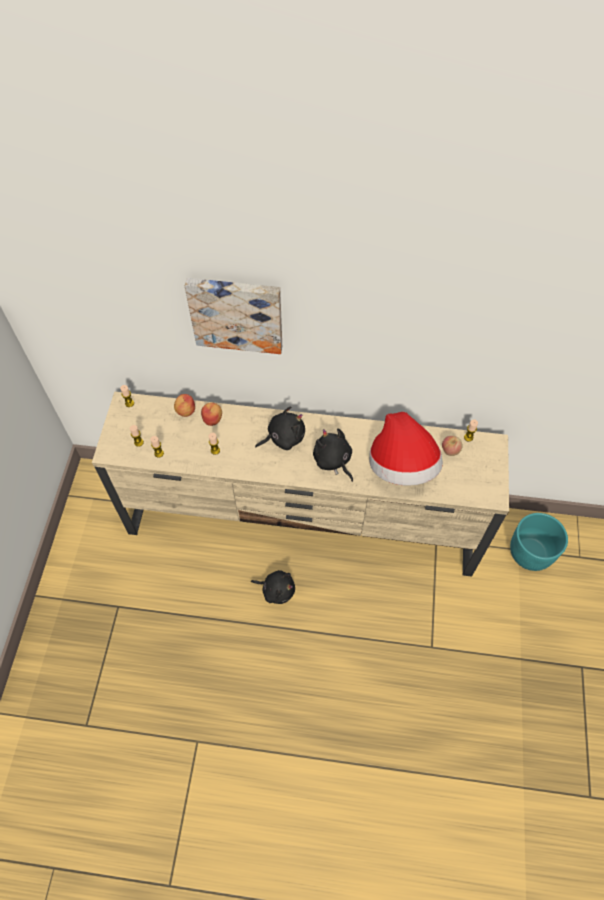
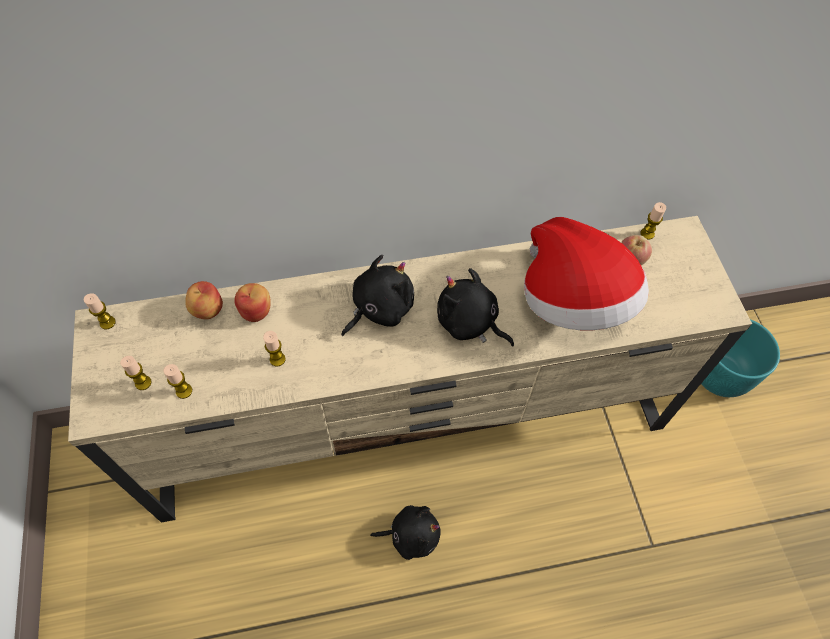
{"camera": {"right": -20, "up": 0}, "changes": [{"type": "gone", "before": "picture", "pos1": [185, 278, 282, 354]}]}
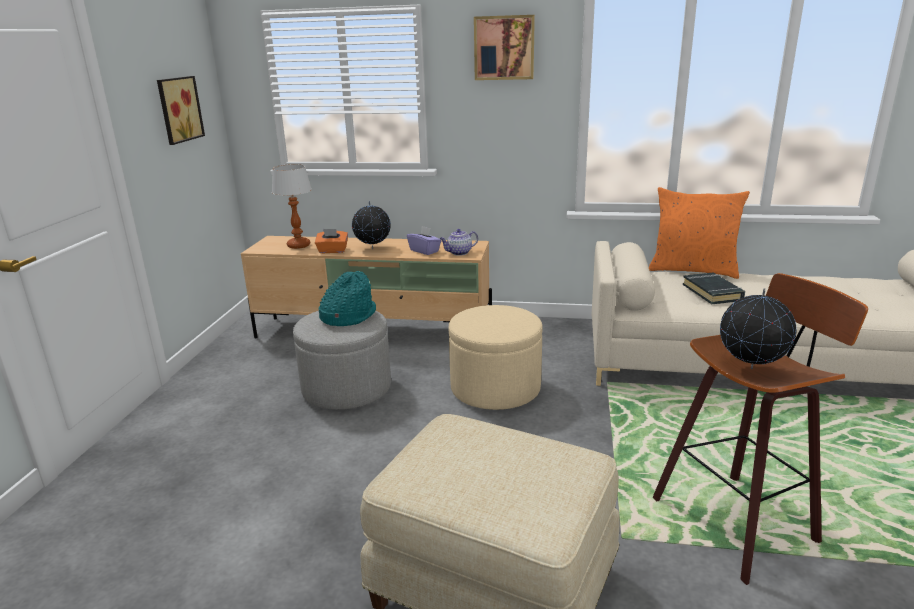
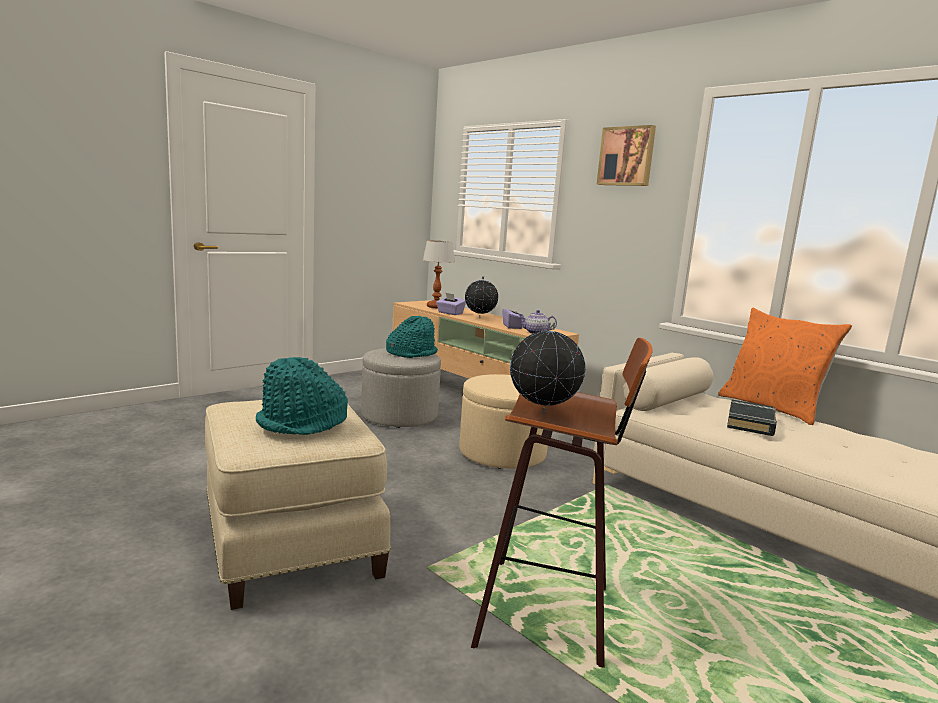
{"camera": {"right": 35, "up": -10}, "changes": [{"type": "gone", "before": "picture", "pos1": [157, 76, 205, 145]}, {"type": "repainted", "before": "orange box of tissues", "after": "purplish box of tissues", "pos1": [315, 229, 348, 253], "pos2": [436, 292, 466, 315]}, {"type": "new", "after": "blue-green hat", "pos2": [256, 357, 348, 435]}]}
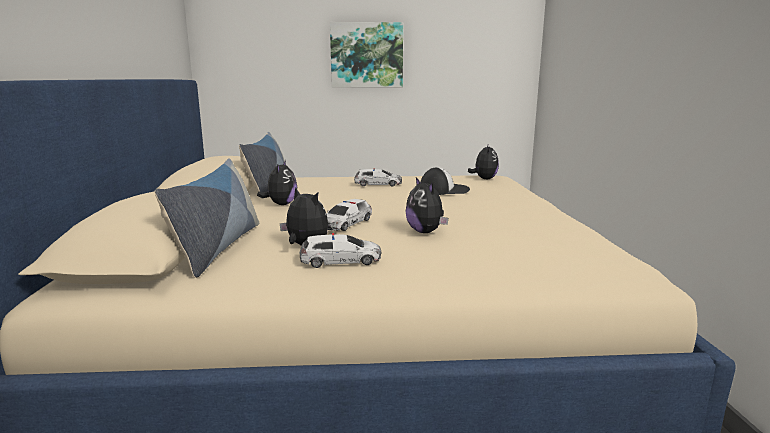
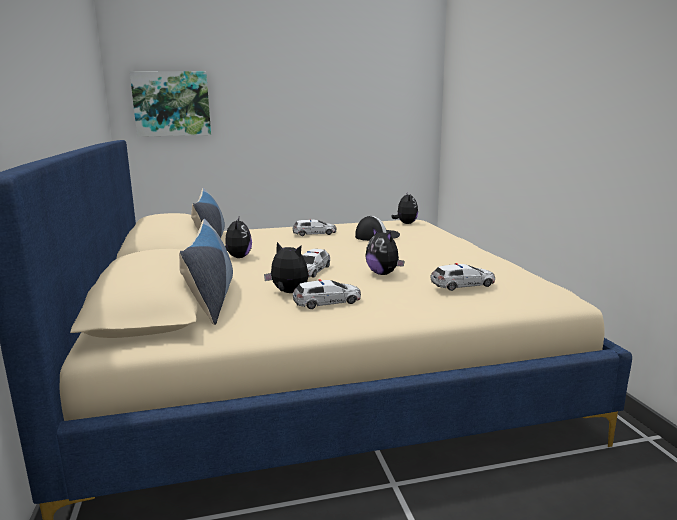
{"camera": {"right": -10, "up": 0}, "changes": [{"type": "shifted", "before": "picture", "pos1": [330, 22, 403, 87], "pos2": [130, 71, 211, 137]}, {"type": "new", "after": "miniature car", "pos2": [431, 263, 495, 291]}]}
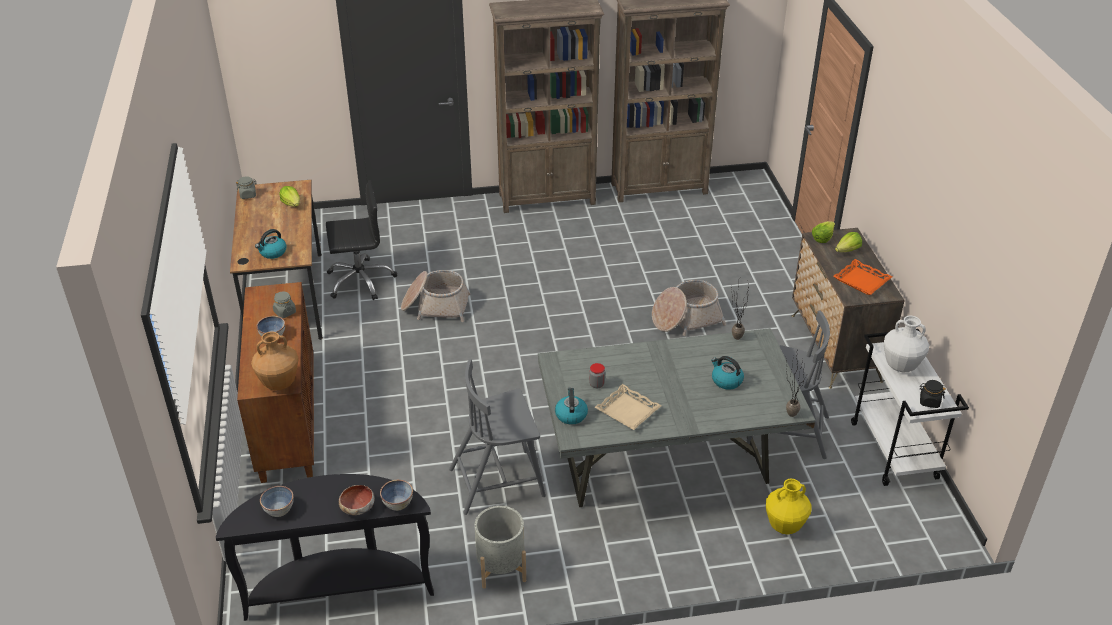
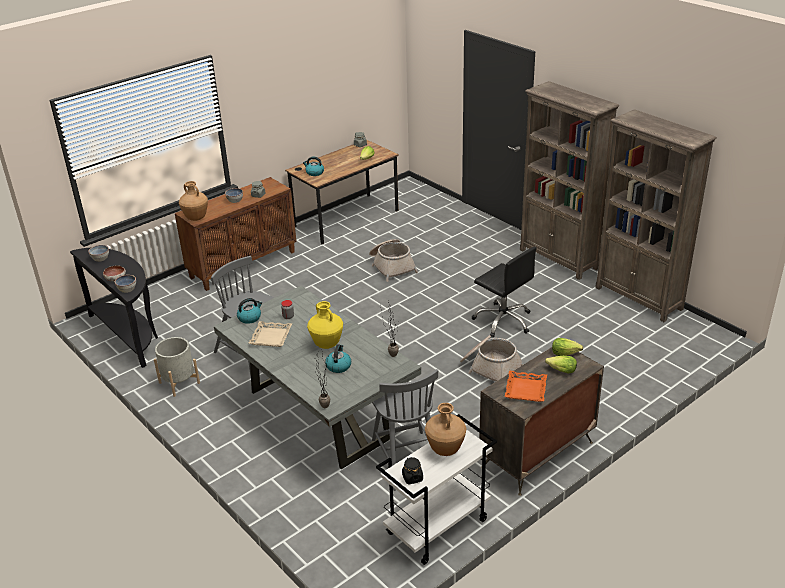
{"camera": {"right": 60, "up": -5}, "changes": [{"type": "shifted", "before": "blackish office chair", "pos1": [326, 180, 397, 300], "pos2": [472, 247, 536, 338]}, {"type": "repainted", "before": "white flower vase", "after": "brown flower vase", "pos1": [884, 316, 930, 372], "pos2": [425, 403, 466, 456]}, {"type": "shifted", "before": "yellow flower vase", "pos1": [766, 479, 811, 535], "pos2": [307, 301, 343, 349]}]}
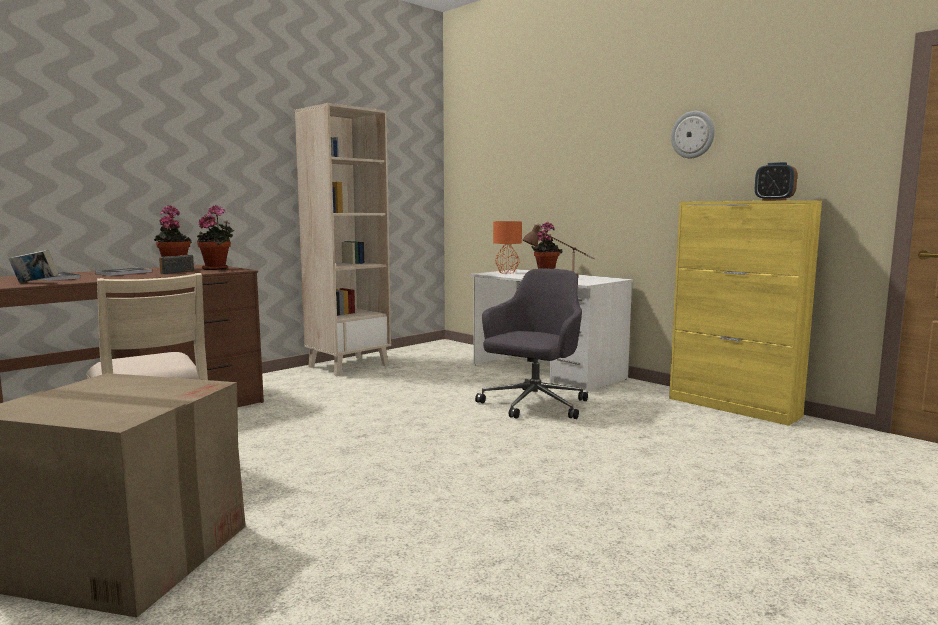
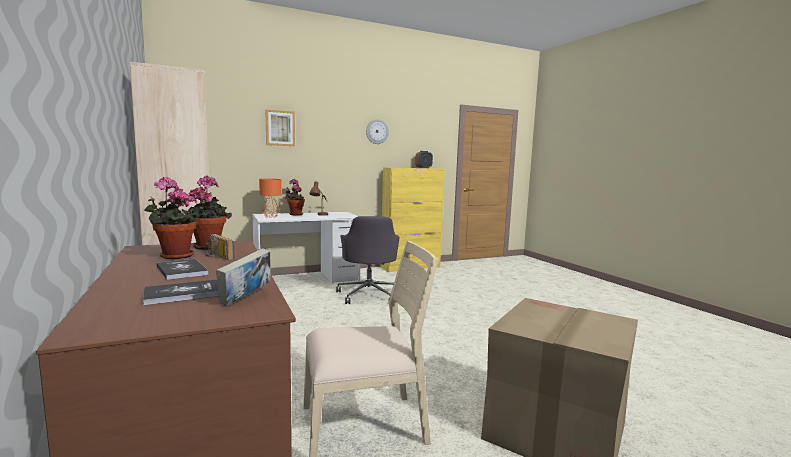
{"camera": {"right": -70, "up": 0}, "changes": [{"type": "rotated", "before": "greyish office chair", "pos1": [475, 269, 588, 419], "pos2": [336, 216, 400, 304], "turn": -150}, {"type": "new", "after": "picture", "pos2": [265, 110, 295, 146]}]}
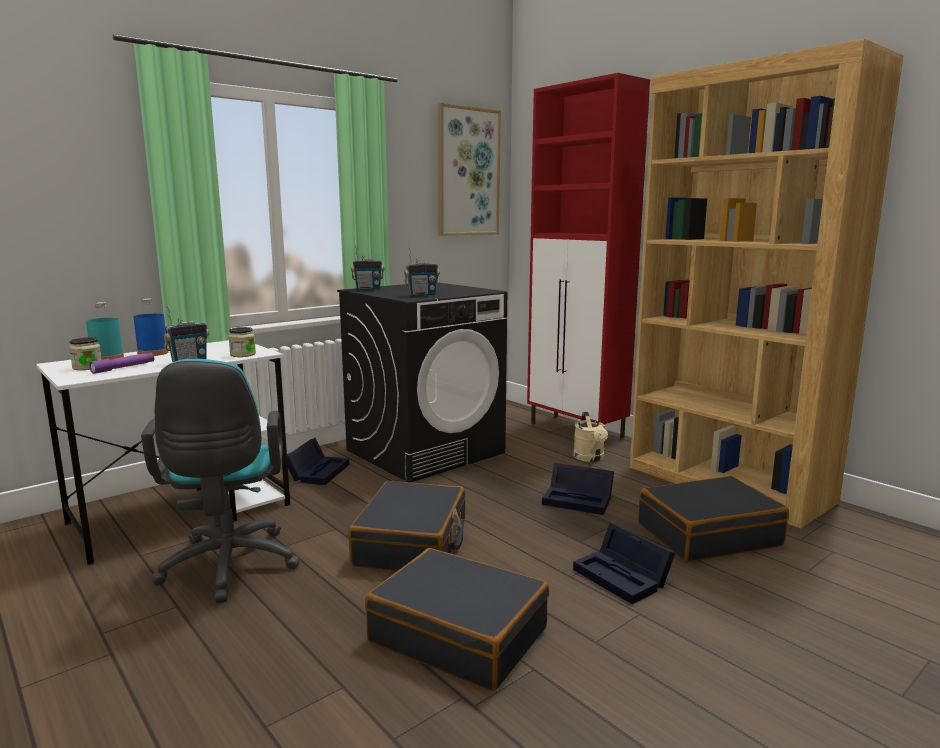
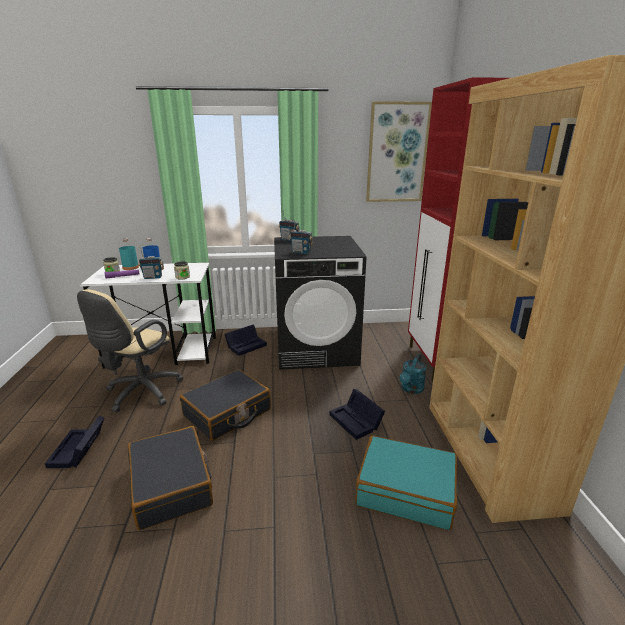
{"camera": {"right": 35, "up": 10}, "changes": [{"type": "repainted", "before": "blue-green office chair", "after": "beige-coloured office chair", "pos1": [141, 359, 300, 603], "pos2": [77, 289, 183, 412]}, {"type": "repainted", "before": "beige-coloured watering pot", "after": "blue-green watering pot", "pos1": [573, 412, 608, 462], "pos2": [399, 354, 426, 394]}, {"type": "repainted", "before": "blackish travel case", "after": "blue-green travel case", "pos1": [638, 476, 789, 562], "pos2": [355, 436, 457, 530]}, {"type": "shifted", "before": "blackish storage bin", "pos1": [573, 523, 675, 604], "pos2": [45, 416, 105, 468]}]}
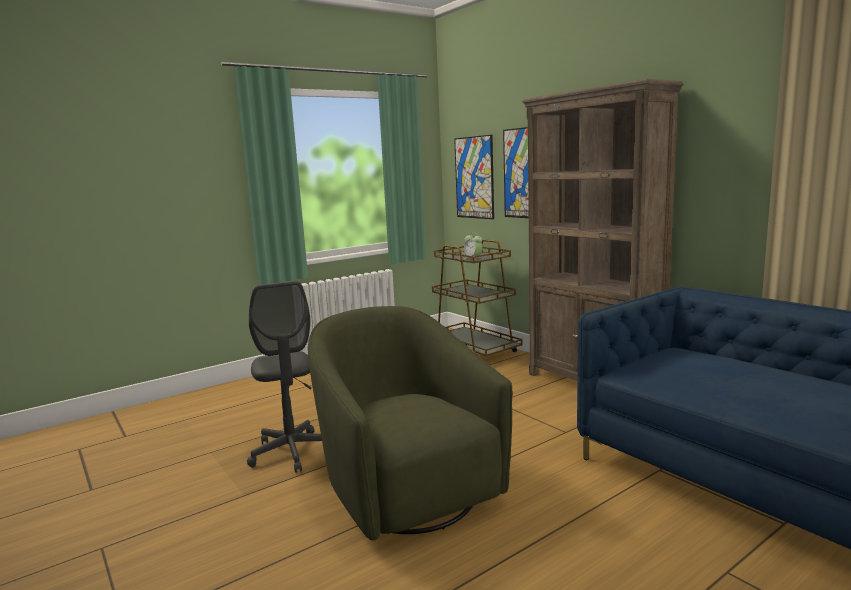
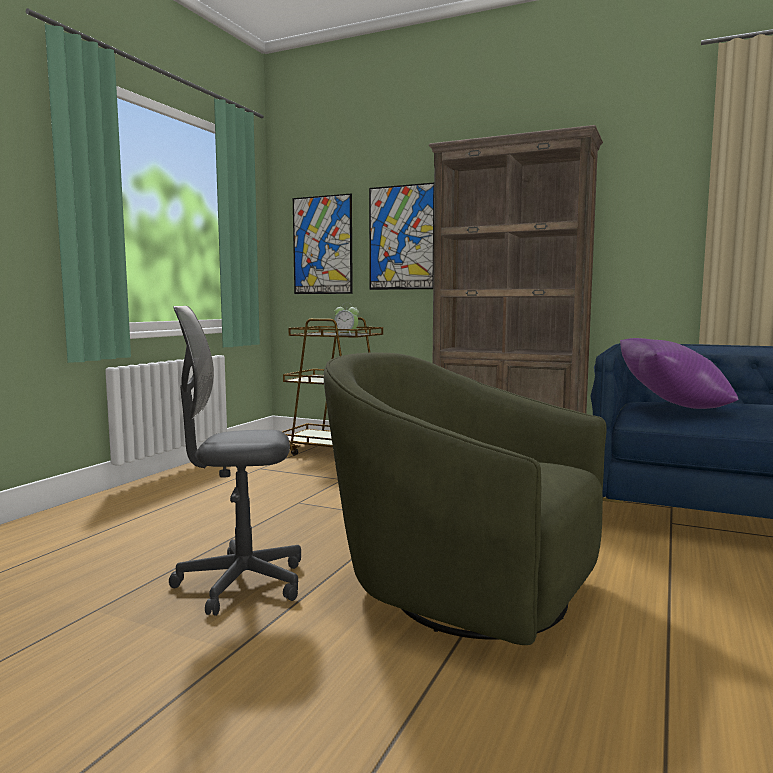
{"camera": {"right": -30, "up": -5}, "changes": [{"type": "rotated", "before": "greyish office chair", "pos1": [247, 281, 322, 473], "pos2": [169, 306, 301, 616], "turn": 135}, {"type": "new", "after": "purplish cushion", "pos2": [620, 338, 738, 409]}]}
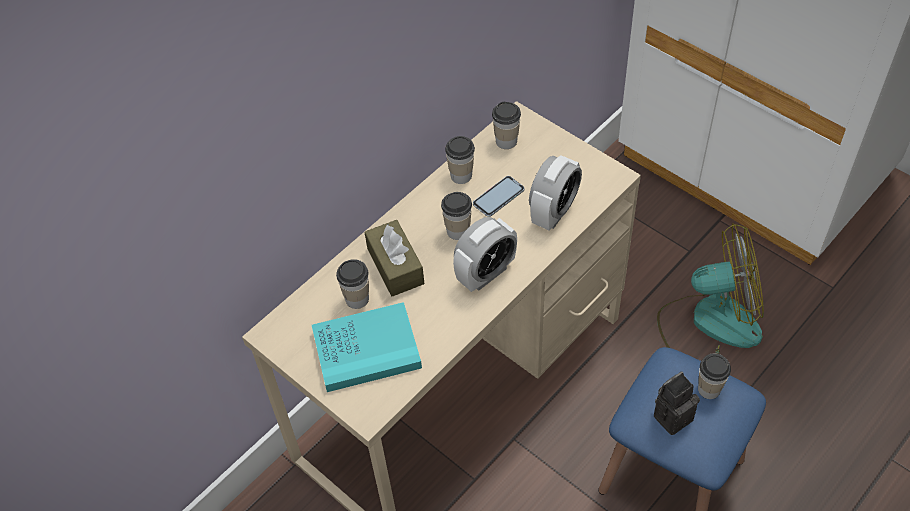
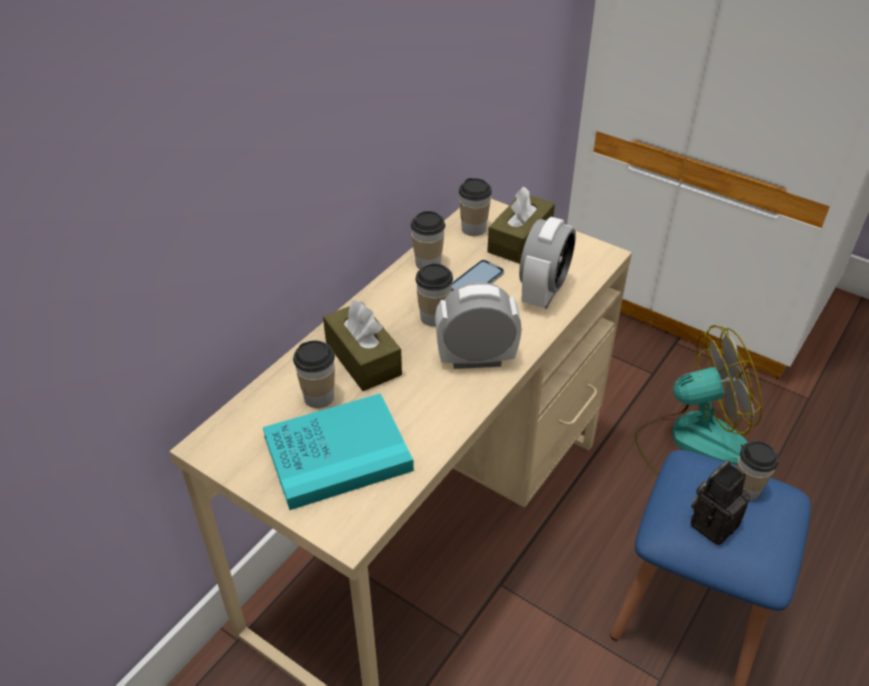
{"camera": {"right": -10, "up": -10}, "changes": [{"type": "rotated", "before": "table clock", "pos1": [453, 217, 517, 292], "pos2": [435, 282, 522, 369], "turn": -135}, {"type": "new", "after": "brown box of tissues", "pos2": [487, 187, 555, 264]}]}
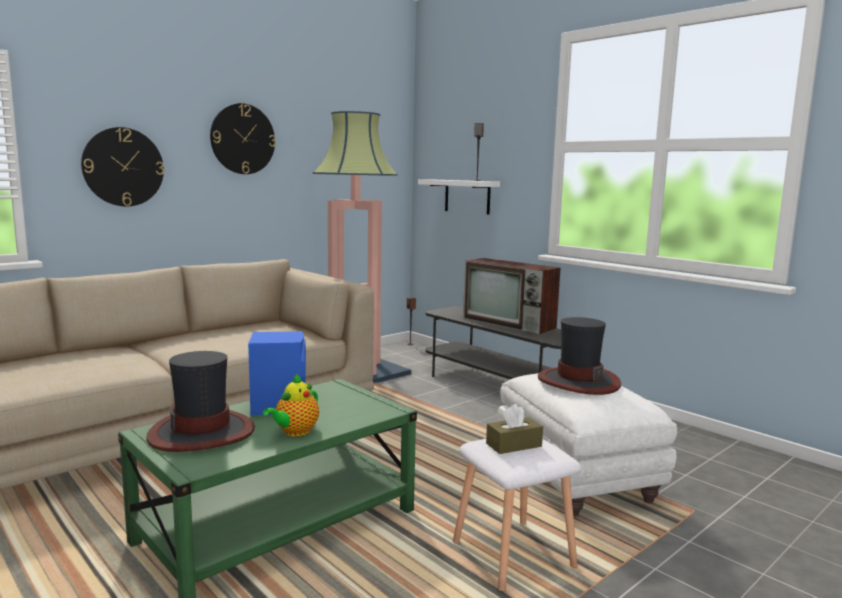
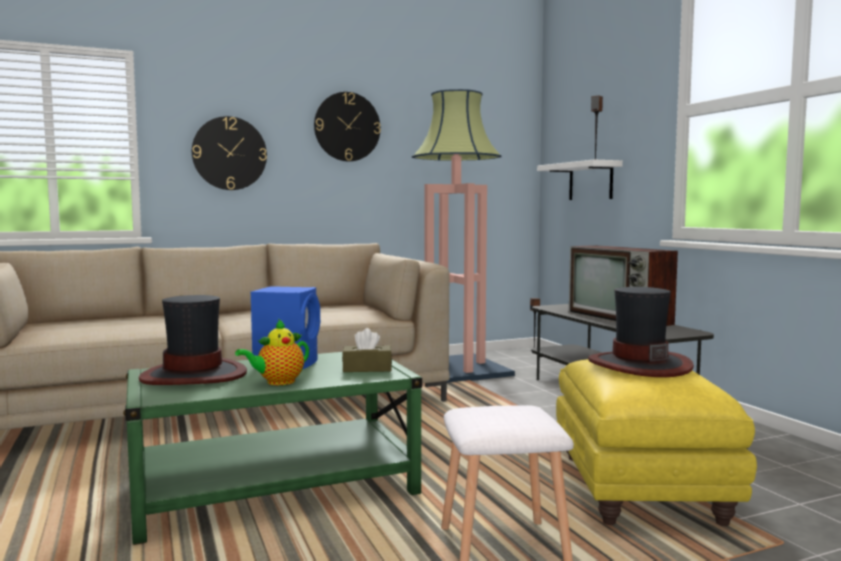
{"camera": {"right": 20, "up": -5}, "changes": [{"type": "repainted", "before": "white pouffe", "after": "yellow pouffe", "pos1": [497, 373, 677, 516], "pos2": [556, 359, 757, 526]}, {"type": "shifted", "before": "brown box of tissues", "pos1": [486, 404, 543, 454], "pos2": [342, 328, 392, 372]}]}
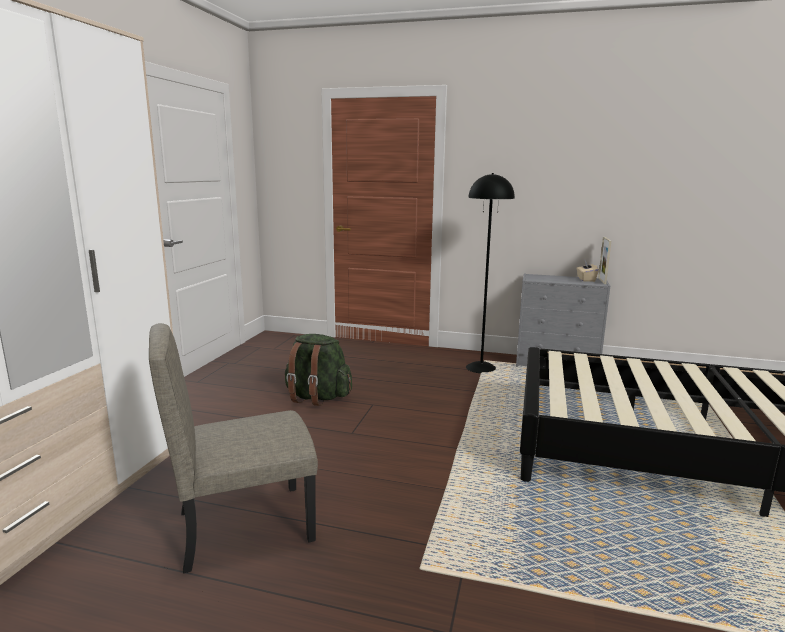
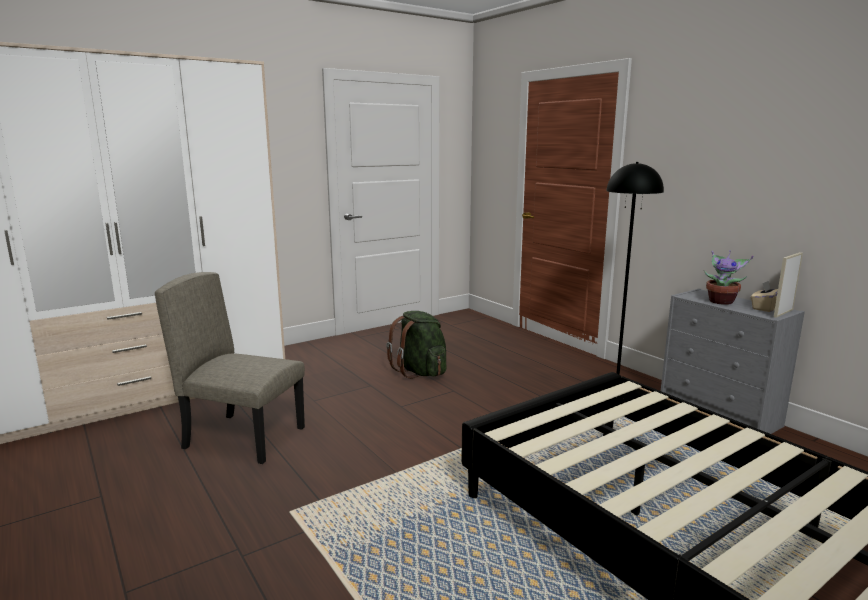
{"camera": {"right": 40, "up": 0}, "changes": [{"type": "new", "after": "potted plant", "pos2": [704, 251, 753, 305]}]}
